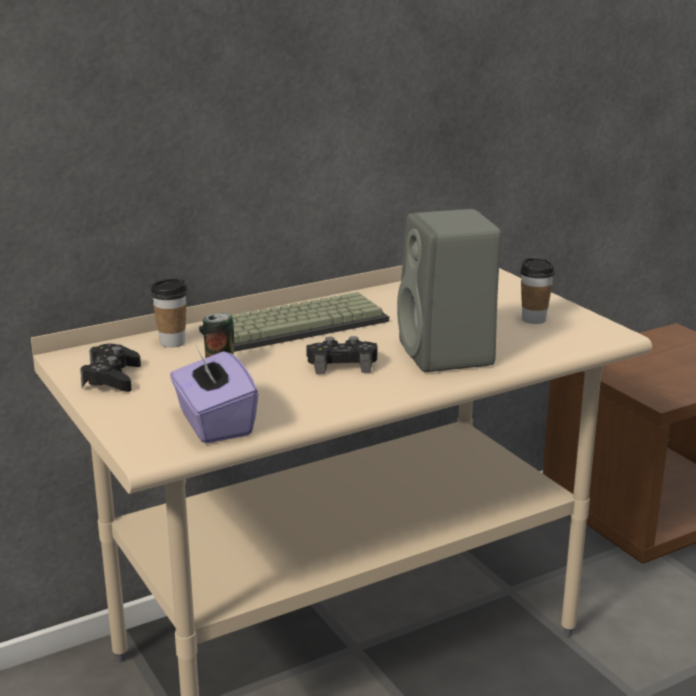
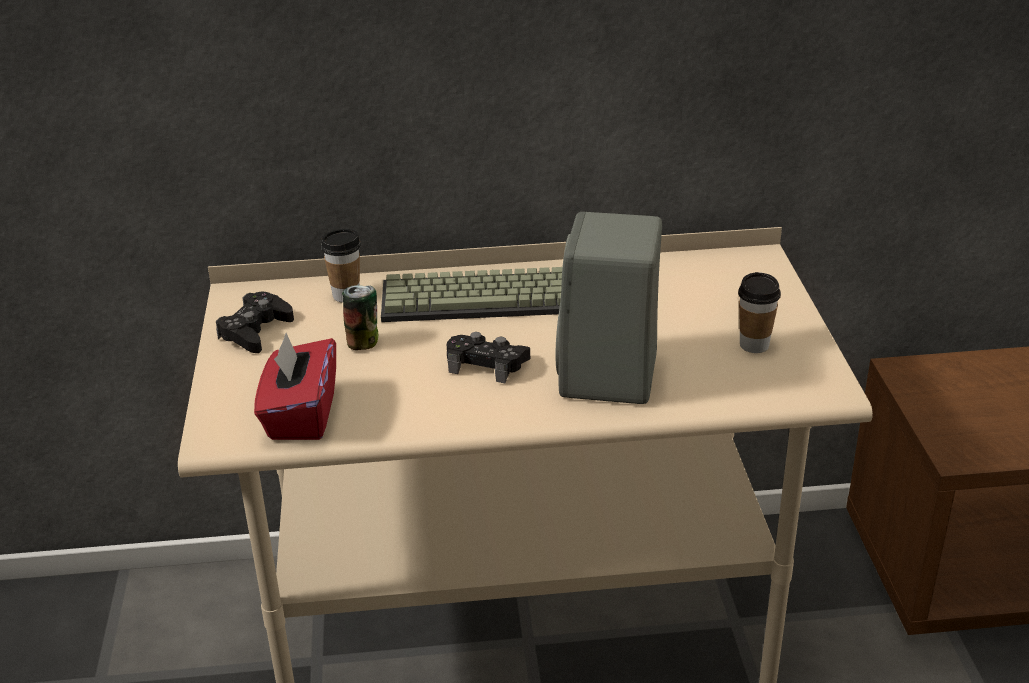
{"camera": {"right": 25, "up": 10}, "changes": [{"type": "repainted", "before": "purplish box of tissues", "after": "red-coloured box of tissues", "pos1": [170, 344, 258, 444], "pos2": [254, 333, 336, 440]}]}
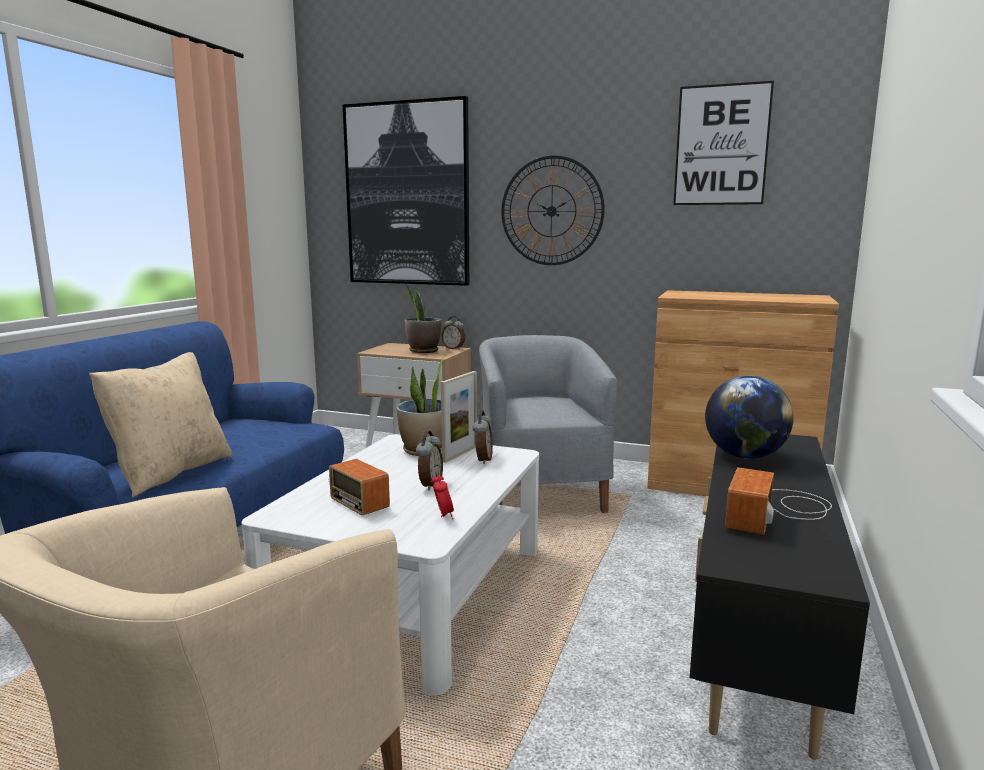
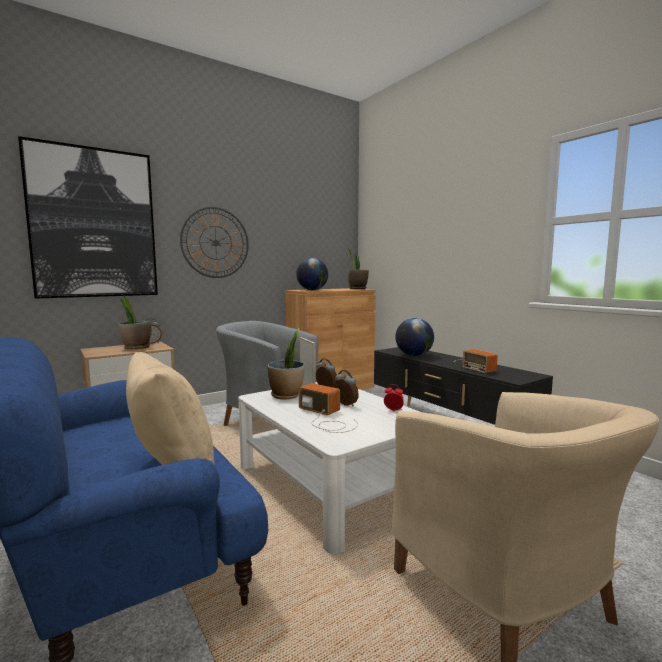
{"camera": {"right": -55, "up": -5}, "changes": [{"type": "gone", "before": "picture", "pos1": [673, 81, 774, 205]}, {"type": "rotated", "before": "radio receiver", "pos1": [328, 459, 390, 515], "pos2": [299, 383, 358, 433], "turn": -135}, {"type": "new", "after": "potted plant", "pos2": [347, 250, 369, 289]}, {"type": "new", "after": "world globe", "pos2": [296, 258, 328, 290]}]}
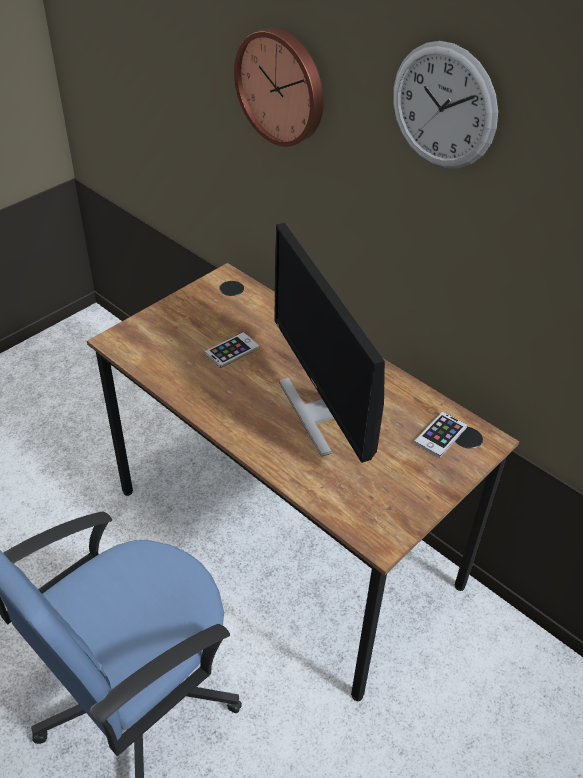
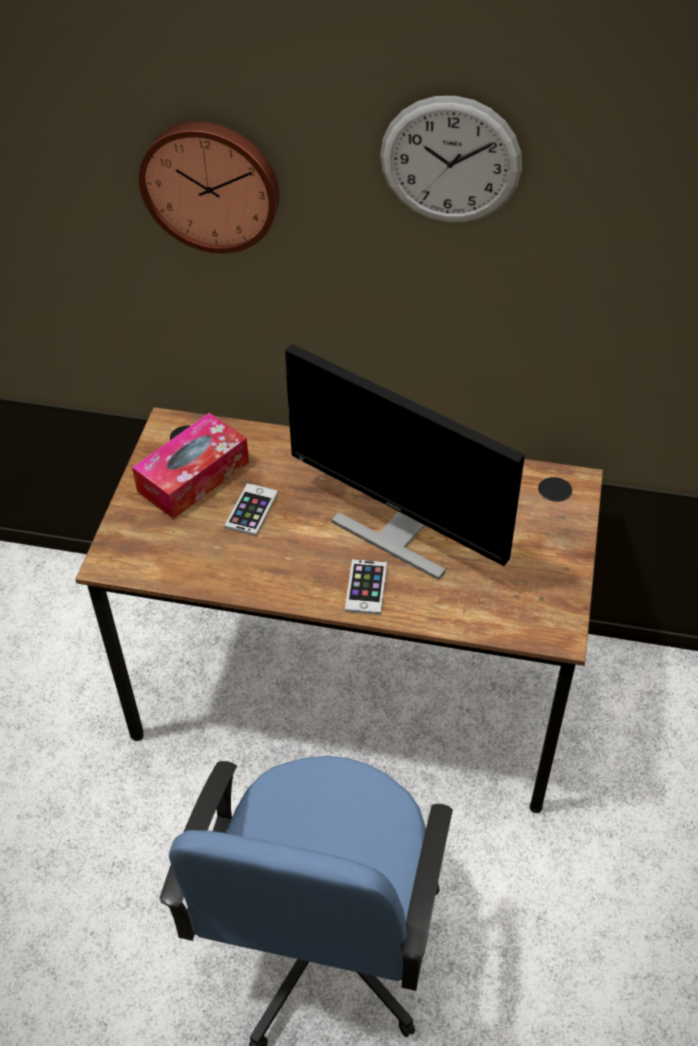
{"camera": {"right": -30, "up": 5}, "changes": [{"type": "shifted", "before": "telephone", "pos1": [414, 411, 468, 458], "pos2": [345, 559, 387, 615]}, {"type": "new", "after": "box of tissues", "pos2": [132, 413, 249, 519]}]}
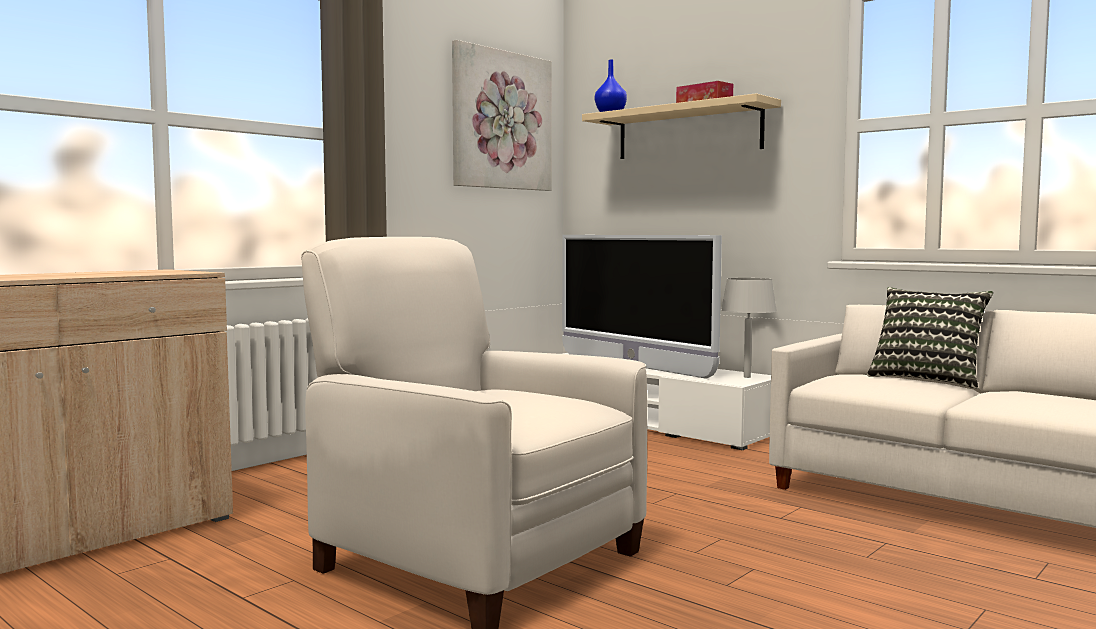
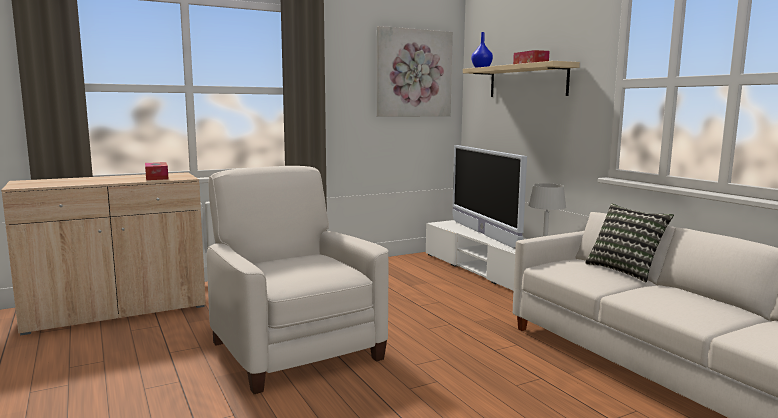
{"camera": {"right": 20, "up": 5}, "changes": [{"type": "new", "after": "box of tissues", "pos2": [145, 162, 169, 180]}]}
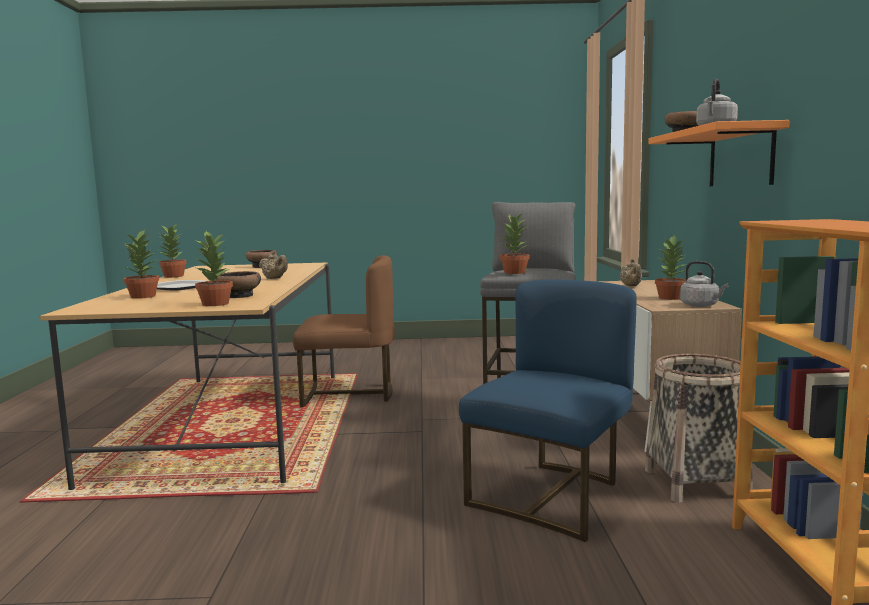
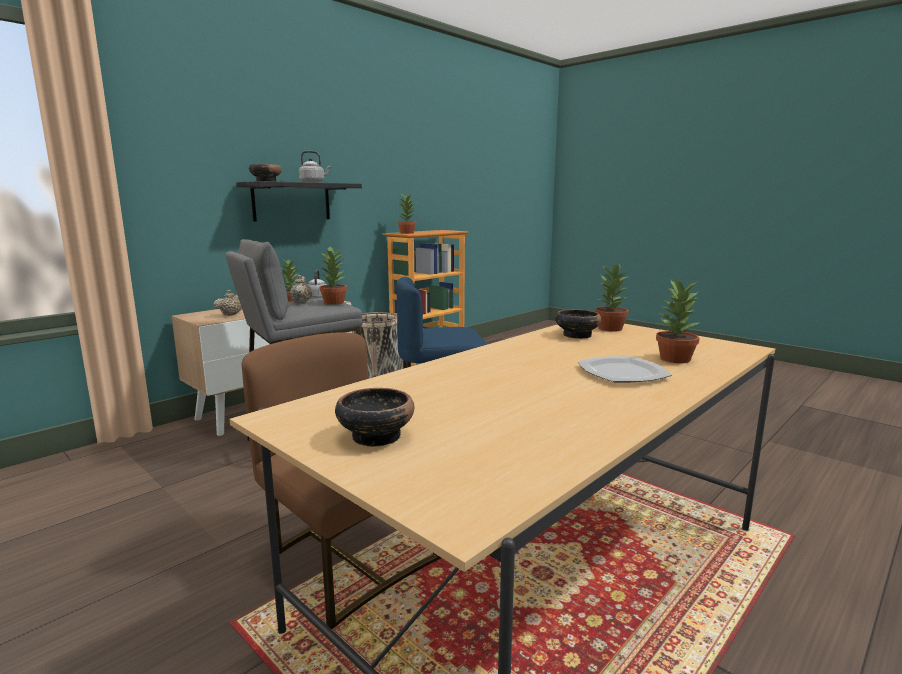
{"camera": {"right": -135, "up": 5}, "changes": [{"type": "repainted", "before": "orange shelf", "after": "blackish shelf", "pos1": [648, 120, 789, 186], "pos2": [236, 181, 362, 221]}, {"type": "shifted", "before": "potted plant", "pos1": [158, 223, 187, 278], "pos2": [397, 194, 416, 234]}, {"type": "shifted", "before": "beige-coloured tea pot", "pos1": [259, 251, 288, 279], "pos2": [290, 275, 312, 303]}]}
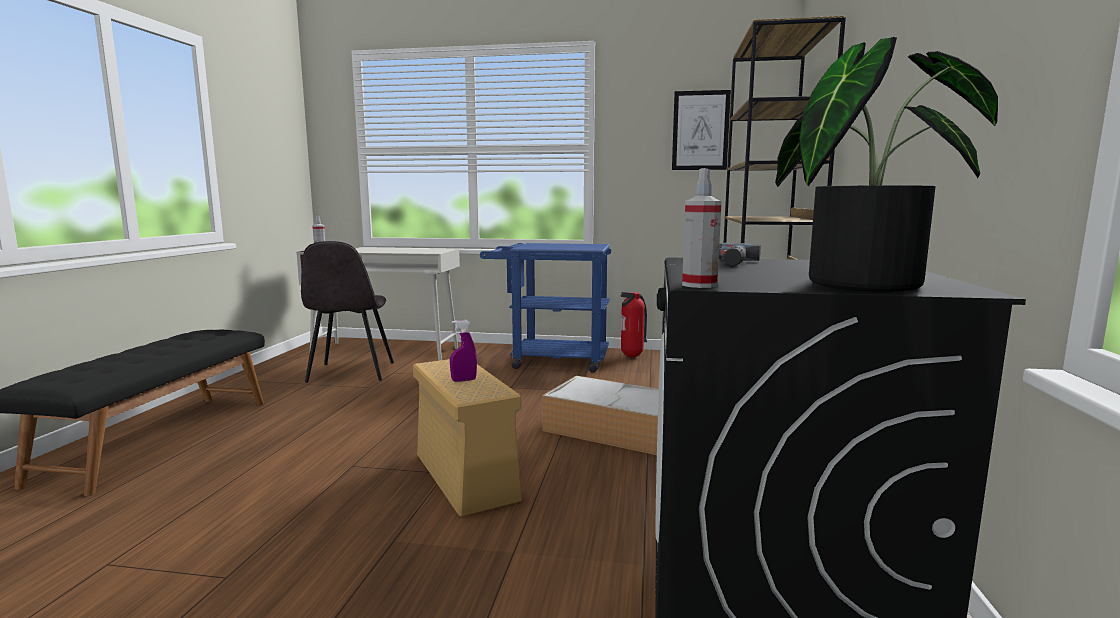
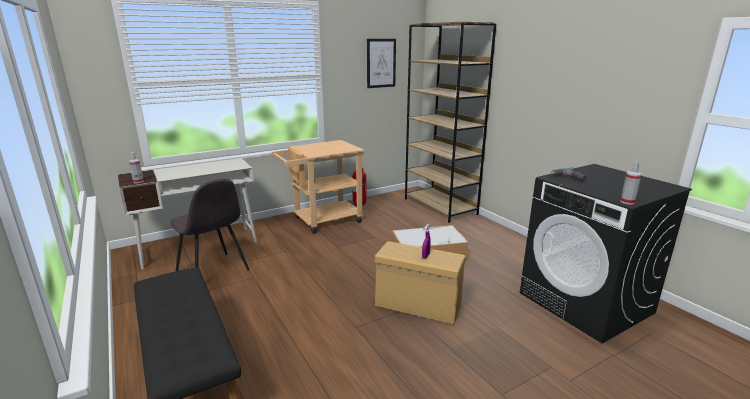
{"camera": {"right": -40, "up": 10}, "changes": [{"type": "gone", "before": "potted plant", "pos1": [775, 37, 998, 292]}, {"type": "repainted", "before": "blue-coloured cart", "after": "beige-coloured cart", "pos1": [480, 243, 611, 373], "pos2": [271, 140, 364, 234]}]}
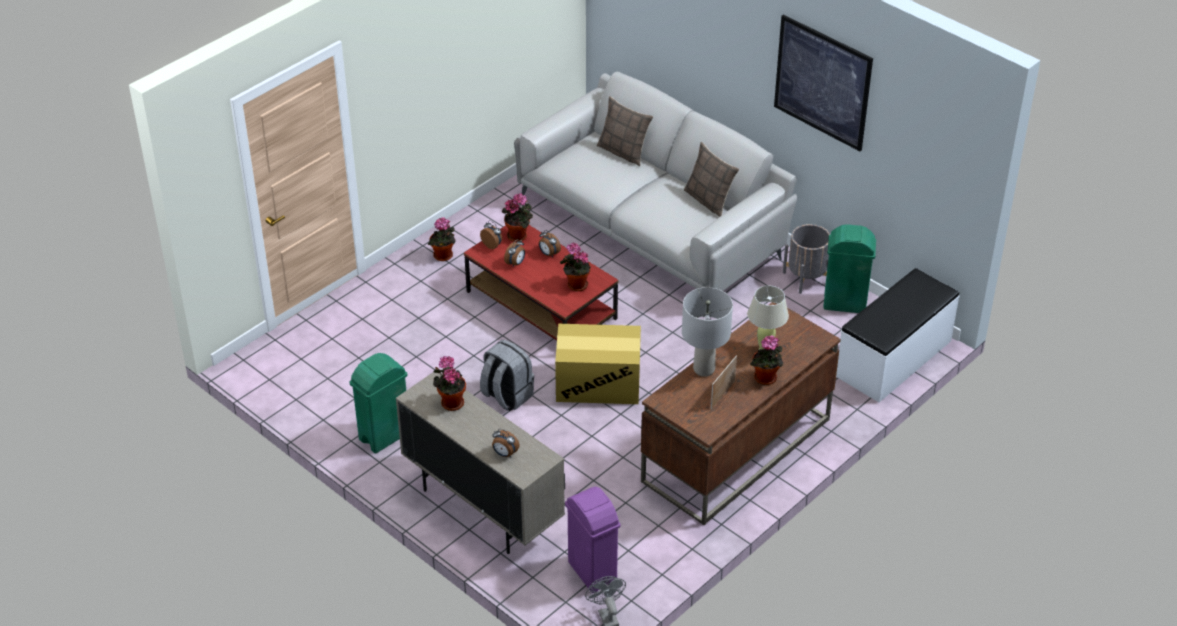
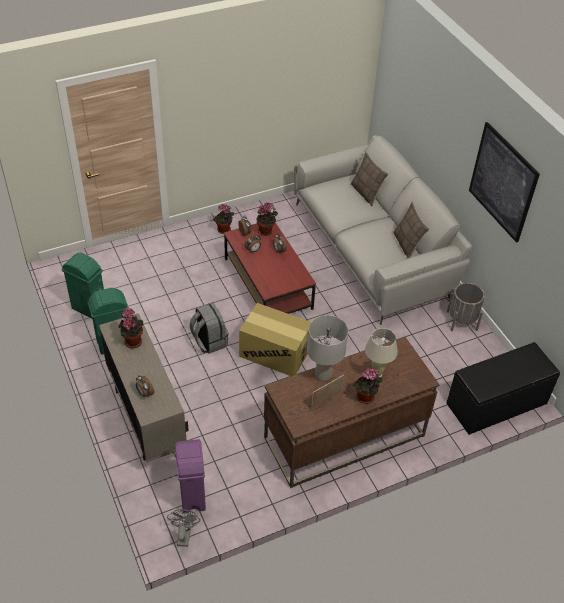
{"camera": {"right": 20, "up": 5}, "changes": [{"type": "shifted", "before": "greenish waste bin", "pos1": [823, 224, 876, 313], "pos2": [62, 253, 104, 319]}, {"type": "gone", "before": "potted plant", "pos1": [560, 243, 591, 291]}, {"type": "repainted", "before": "white bench", "after": "blackish bench", "pos1": [836, 268, 960, 402], "pos2": [446, 342, 560, 435]}]}
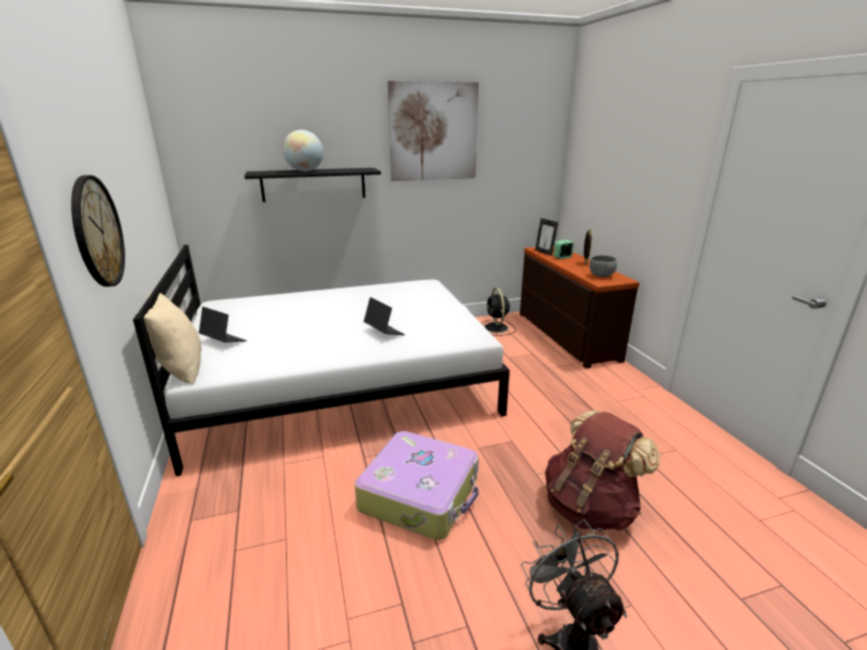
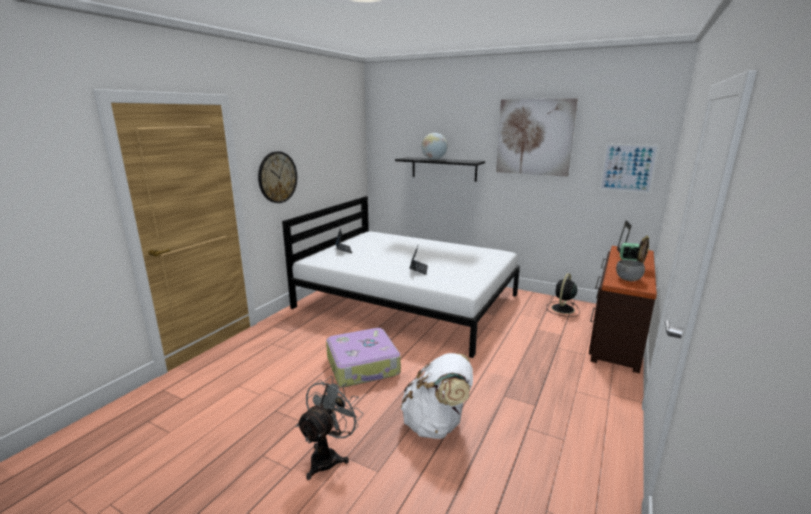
{"camera": {"right": 45, "up": -5}, "changes": [{"type": "gone", "before": "beige-coloured cushion", "pos1": [144, 291, 201, 385]}, {"type": "repainted", "before": "brown rucksack", "after": "white rucksack", "pos1": [545, 410, 660, 531], "pos2": [401, 353, 473, 439]}, {"type": "new", "after": "picture", "pos2": [599, 143, 659, 193]}]}
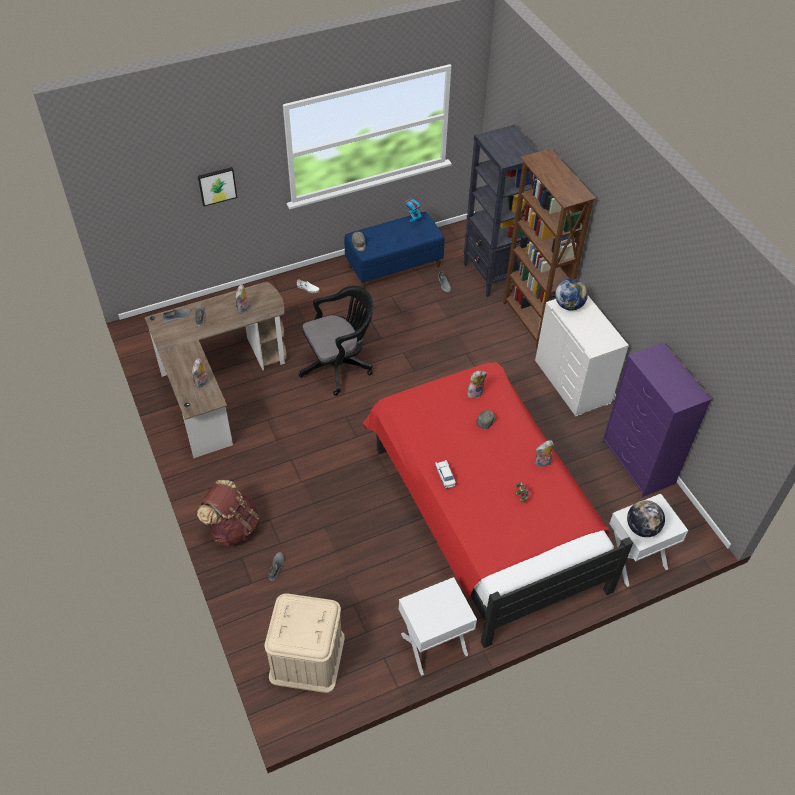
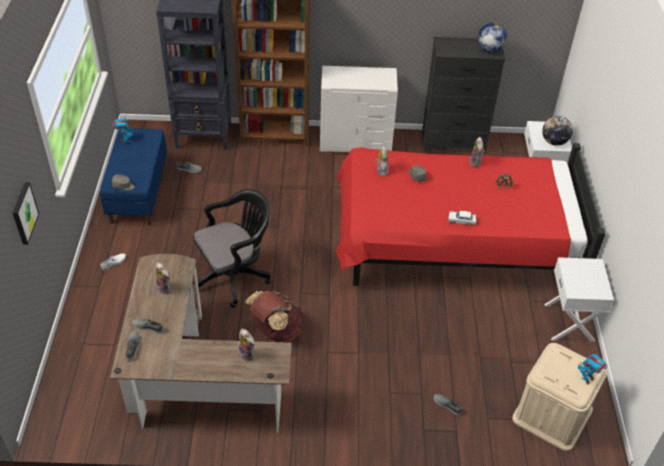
{"camera": {"right": -65, "up": -5}, "changes": [{"type": "shifted", "before": "world globe", "pos1": [555, 279, 588, 311], "pos2": [477, 22, 507, 53]}, {"type": "rotated", "before": "blackish office chair", "pos1": [299, 286, 373, 396], "pos2": [193, 189, 271, 308], "turn": 60}, {"type": "repainted", "before": "purplish chest of drawers", "after": "blackish chest of drawers", "pos1": [602, 342, 712, 497], "pos2": [422, 37, 505, 154]}, {"type": "shifted", "before": "brown rucksack", "pos1": [197, 480, 260, 546], "pos2": [245, 291, 304, 343]}, {"type": "new", "after": "toy robot", "pos2": [578, 350, 607, 384]}]}
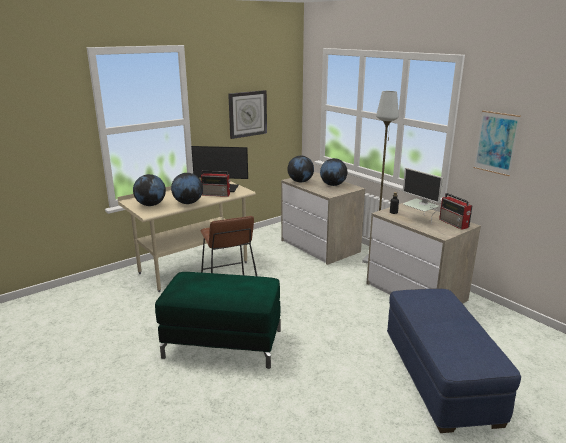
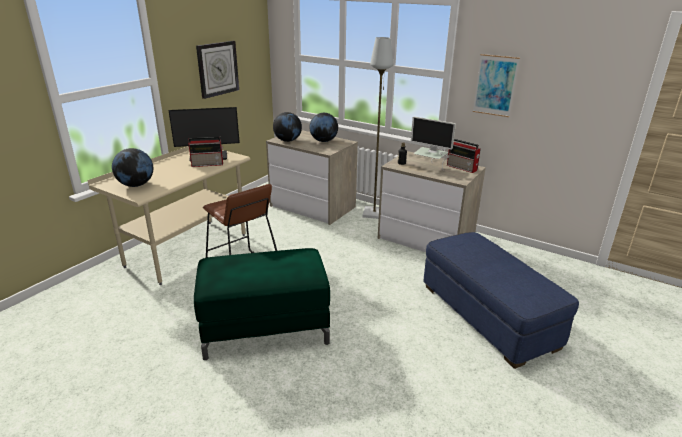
{"camera": {"right": -20, "up": 5}, "changes": [{"type": "gone", "before": "world globe", "pos1": [171, 173, 203, 204]}]}
